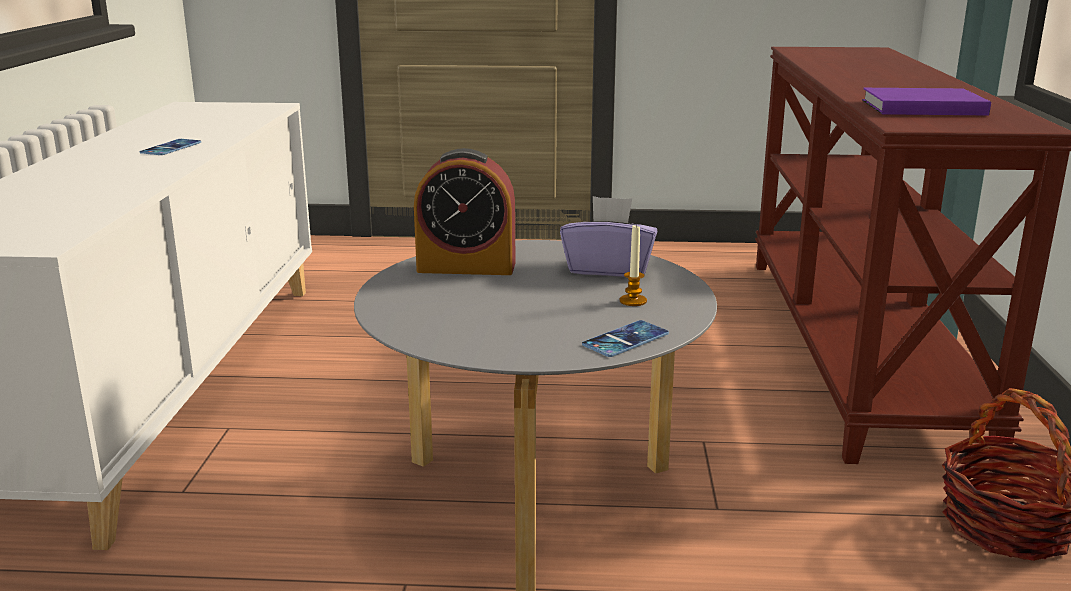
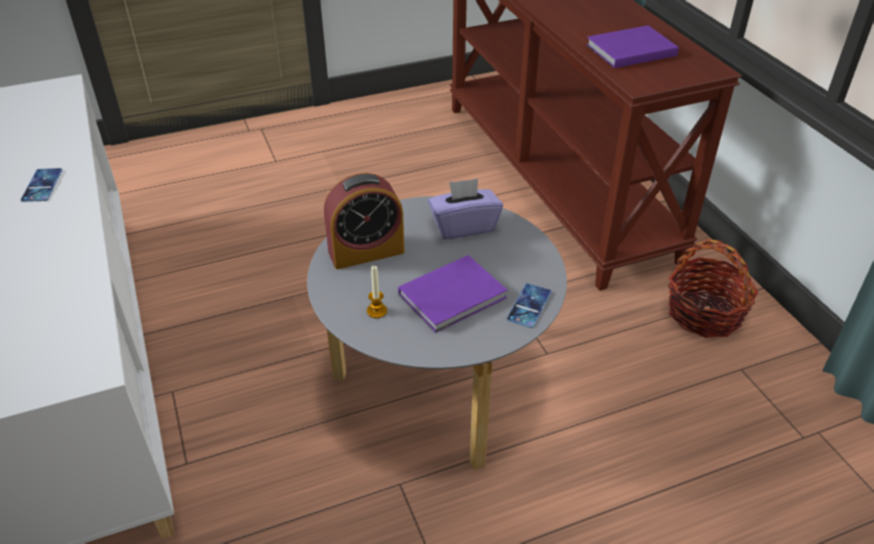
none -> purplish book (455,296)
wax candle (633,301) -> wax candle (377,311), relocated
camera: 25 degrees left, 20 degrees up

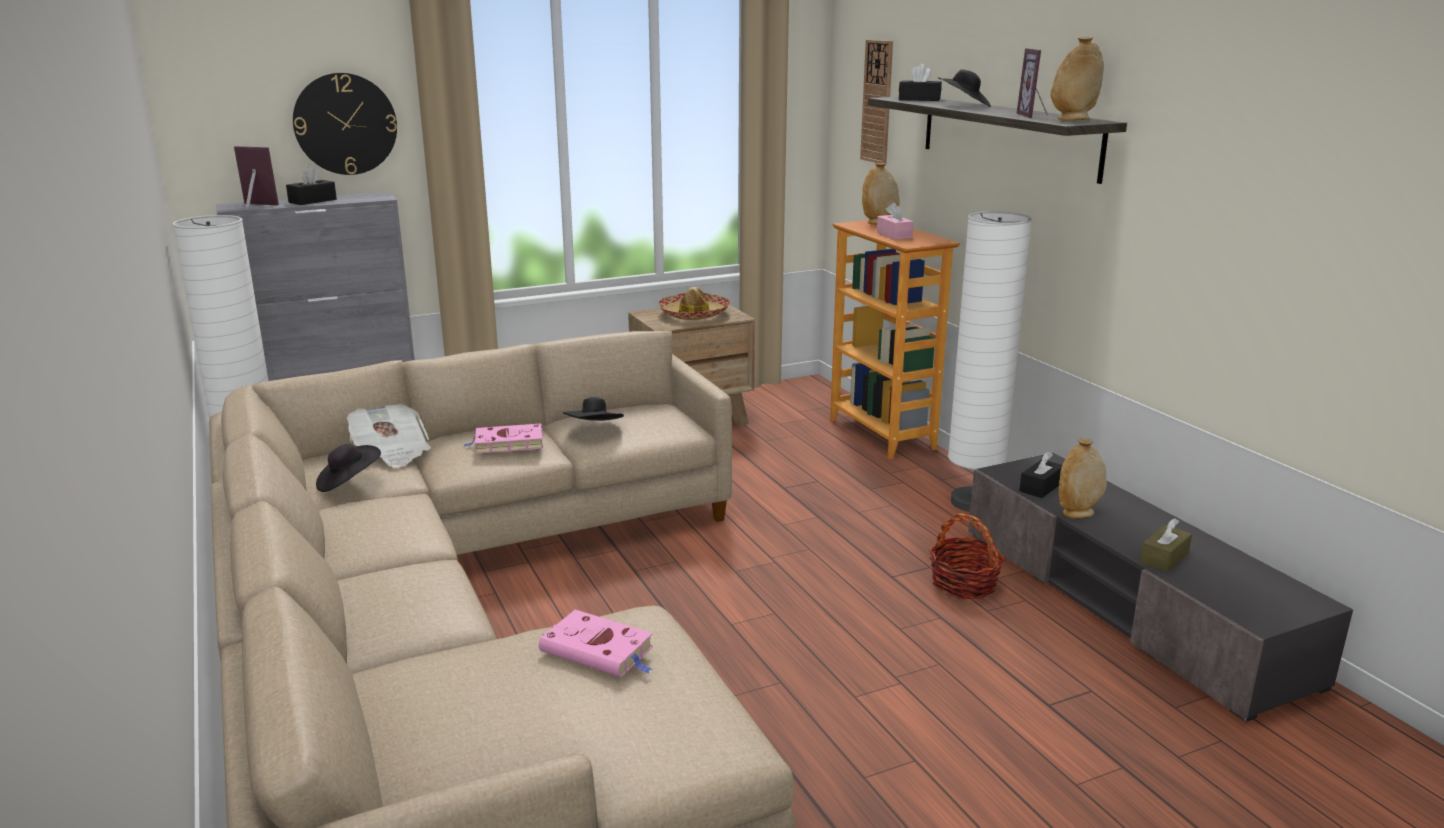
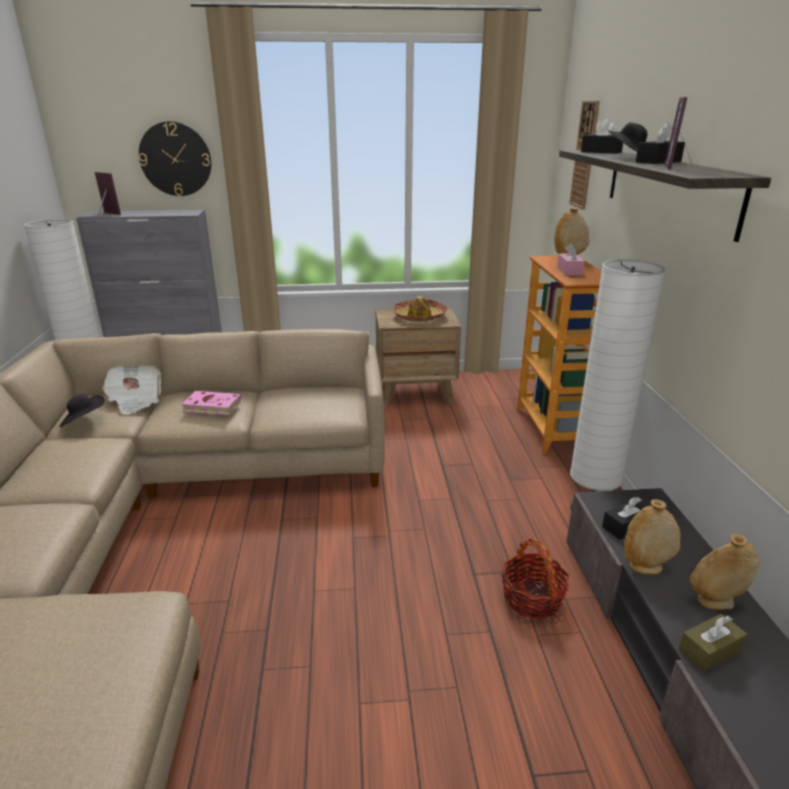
pinkish book (600,650) -> none
black wearable hat (594,430) -> none
black tissue holder (312,201) -> black tissue holder (658,162), relocated
beige decorative vase (1073,119) -> beige decorative vase (715,601), relocated
camera: 20 degrees right, 5 degrees up

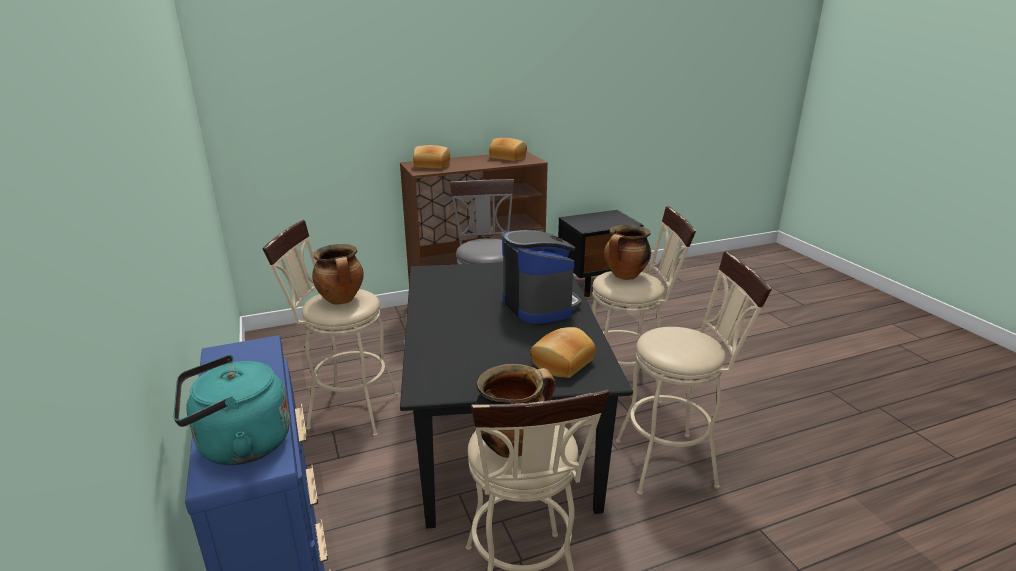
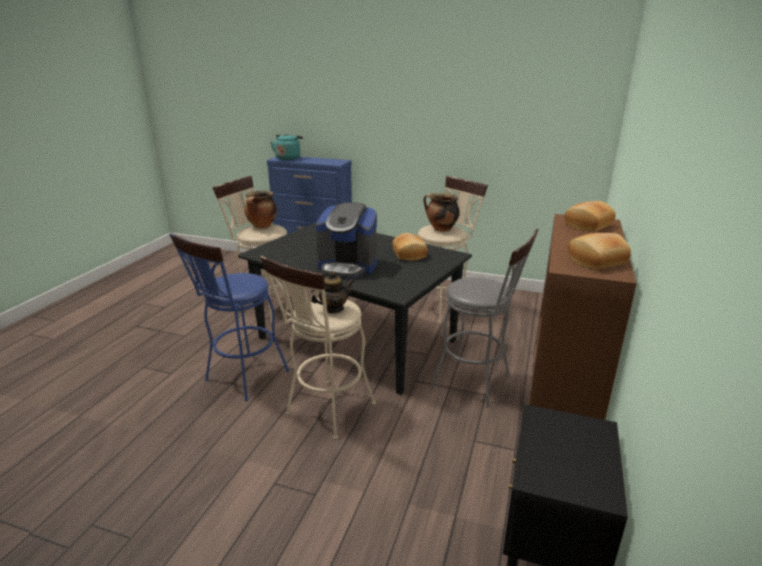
bakery bread (561,362) -> bakery bread (410,254), relocated
stockpot (625,276) -> tea pot (333,309)
beige stool seat (673,462) -> blue stool seat (242,379)
camera: 130 degrees right, 0 degrees up

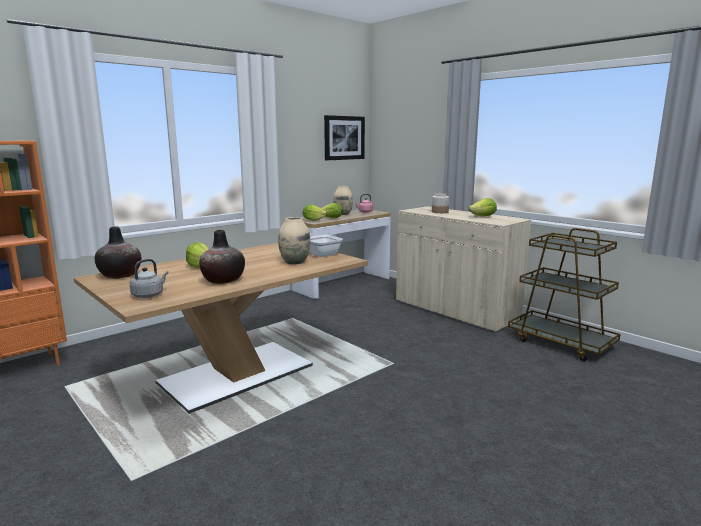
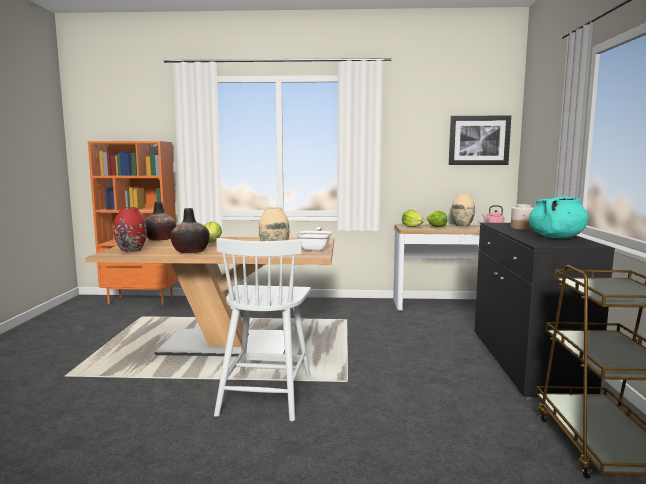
none -> white-coloured chair (266,393)
gray tea kettle (149,295) -> reddish decorative vase (131,250)
head of lettuce (483,216) -> blue-green stockpot (556,237)
beige storage cabinet (455,311) -> black storage cabinet (526,362)
camera: 45 degrees right, 5 degrees down

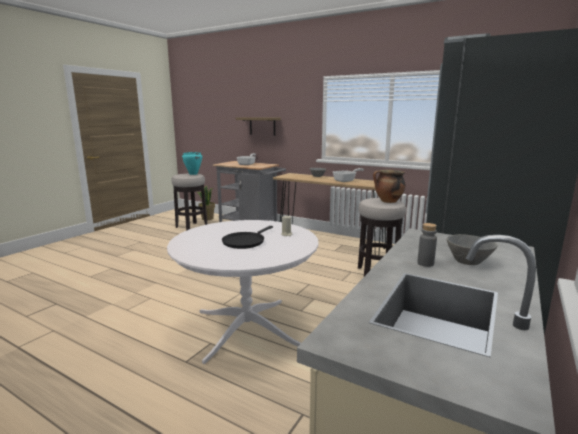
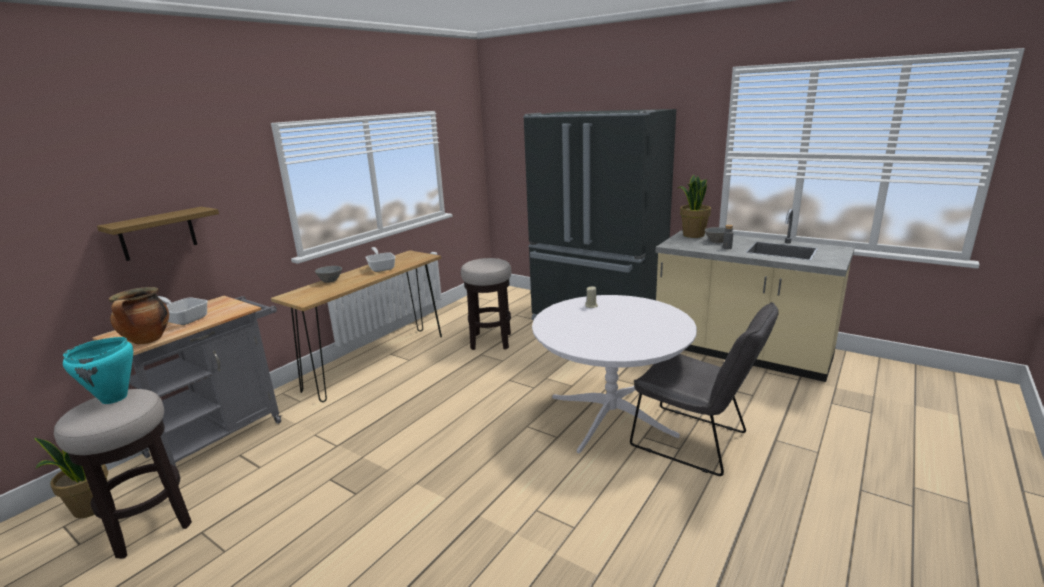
black frying pan (245,242) -> none
none -> gray chair (696,442)
none -> plant in a pot (693,235)
stockpot (388,201) -> stockpot (147,340), relocated
camera: 85 degrees left, 5 degrees up

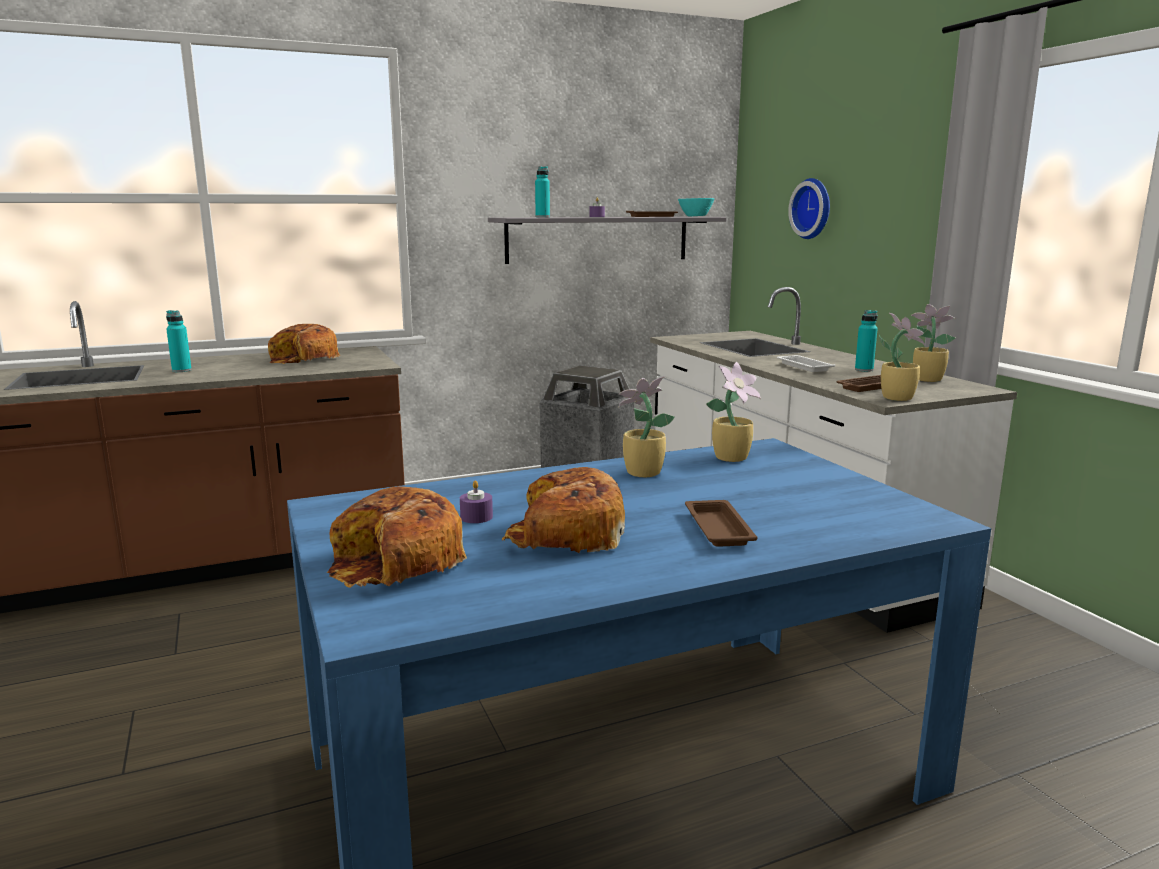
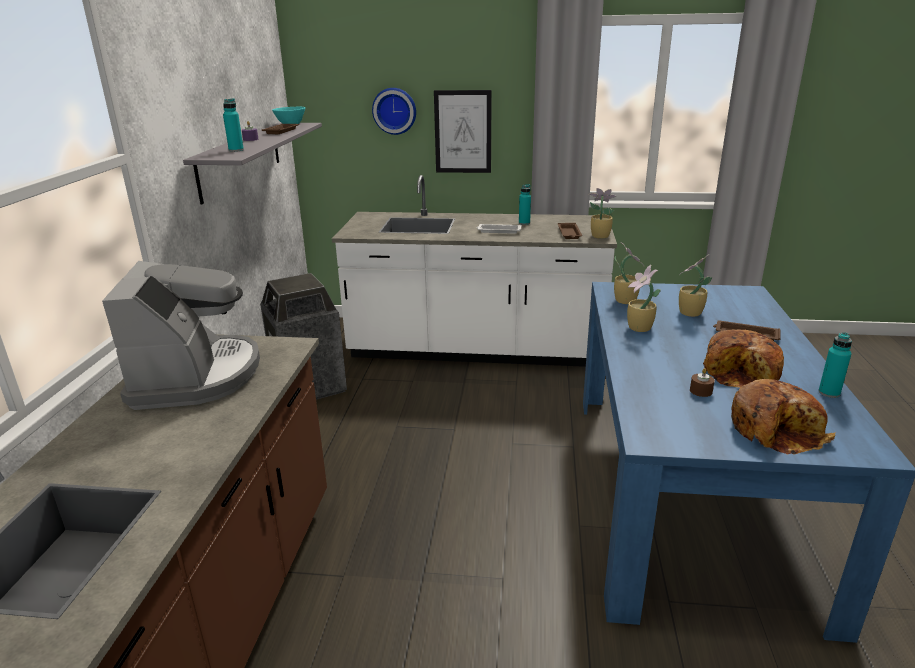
none -> wall art (463,132)
blue-green beverage bottle (181,370) -> blue-green beverage bottle (829,393), relocated
plant in a pot (926,379) -> plant in a pot (689,313), relocated
bakery bread (304,359) -> coffee brewer (196,376)
purplish wax candle (476,517) -> brown-coloured wax candle (701,391)
camera: 60 degrees left, 10 degrees up

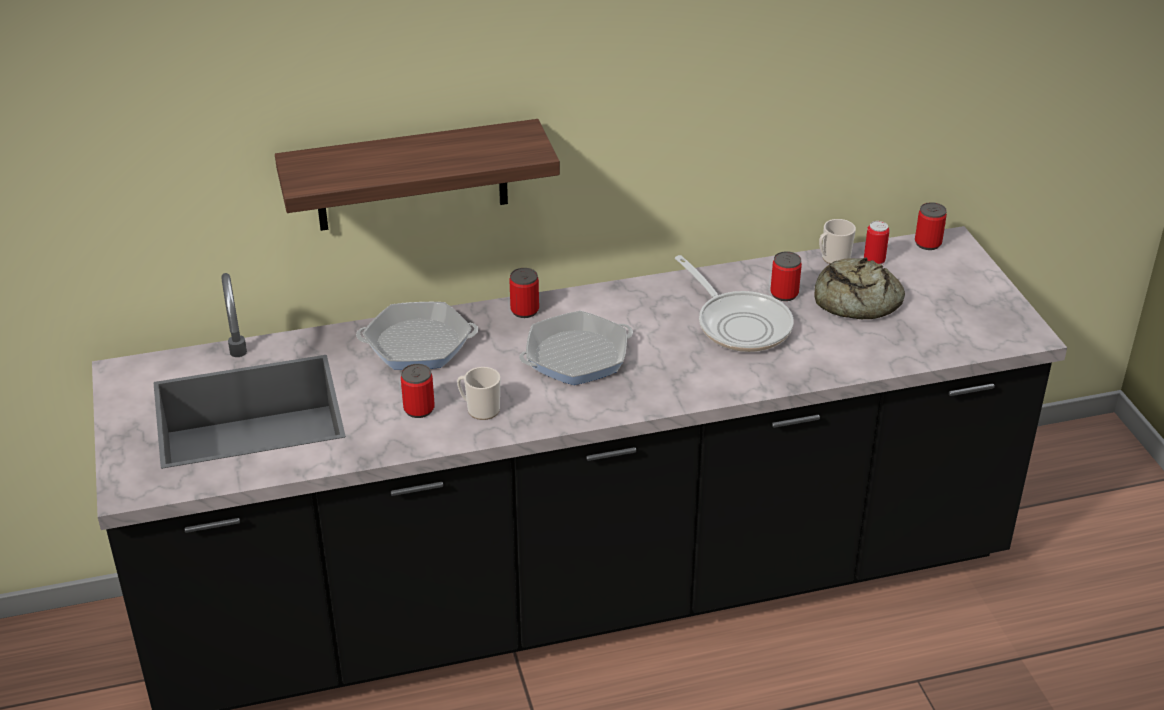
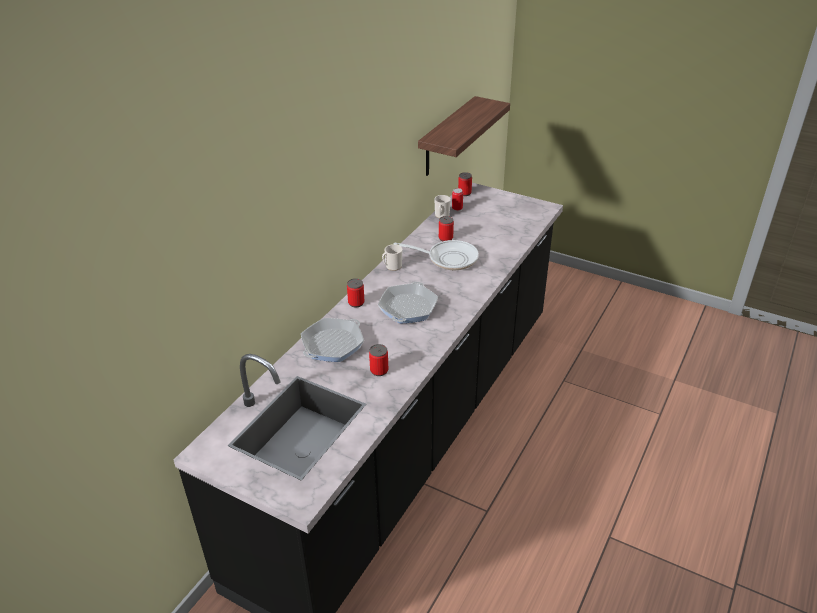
bakery bread (855,301) -> none
shelf (411,176) -> shelf (447,137), relocated
mug (479,409) -> mug (392,267), relocated
camera: 45 degrees left, 0 degrees up

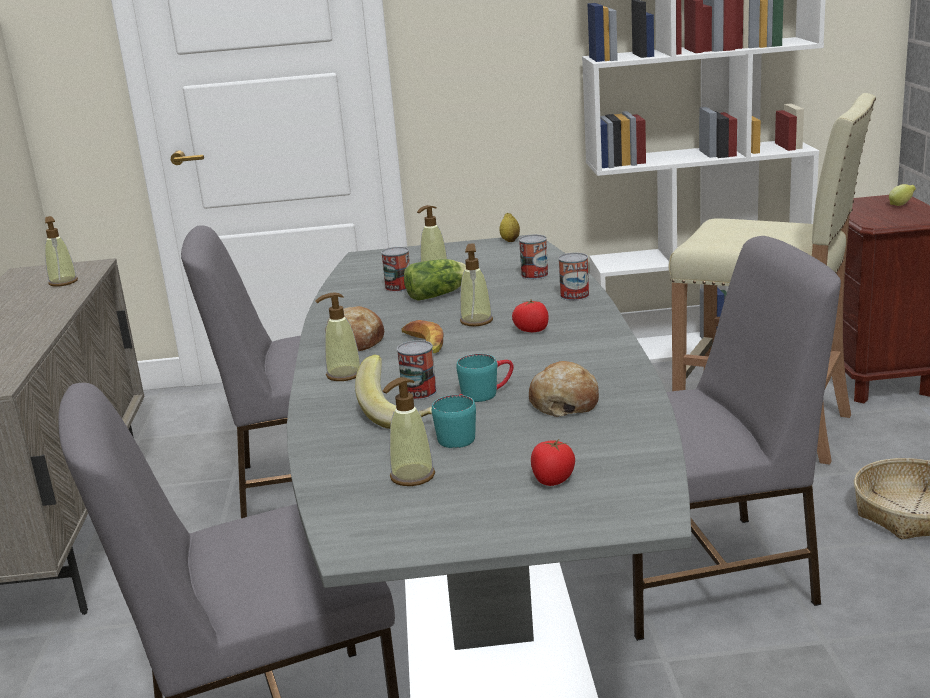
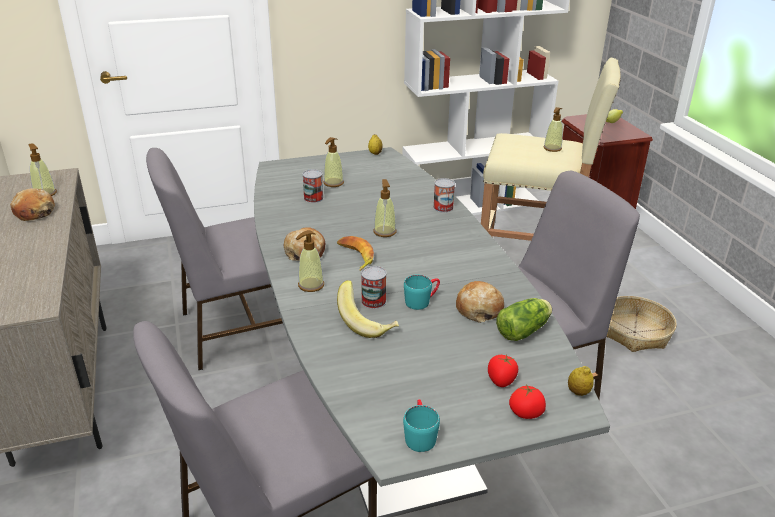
metal can (534,275) -> none
none -> bakery bread (34,212)
none -> lemon (578,392)
liquid soap bottle (412,476) -> liquid soap bottle (552,148), relocated
head of lettuce (439,294) -> head of lettuce (525,330), relocated
blue-green mug (457,435) -> blue-green mug (419,435), relocated
fresh tomato (532,330) -> fresh tomato (526,413), relocated
camera: 15 degrees left, 10 degrees up

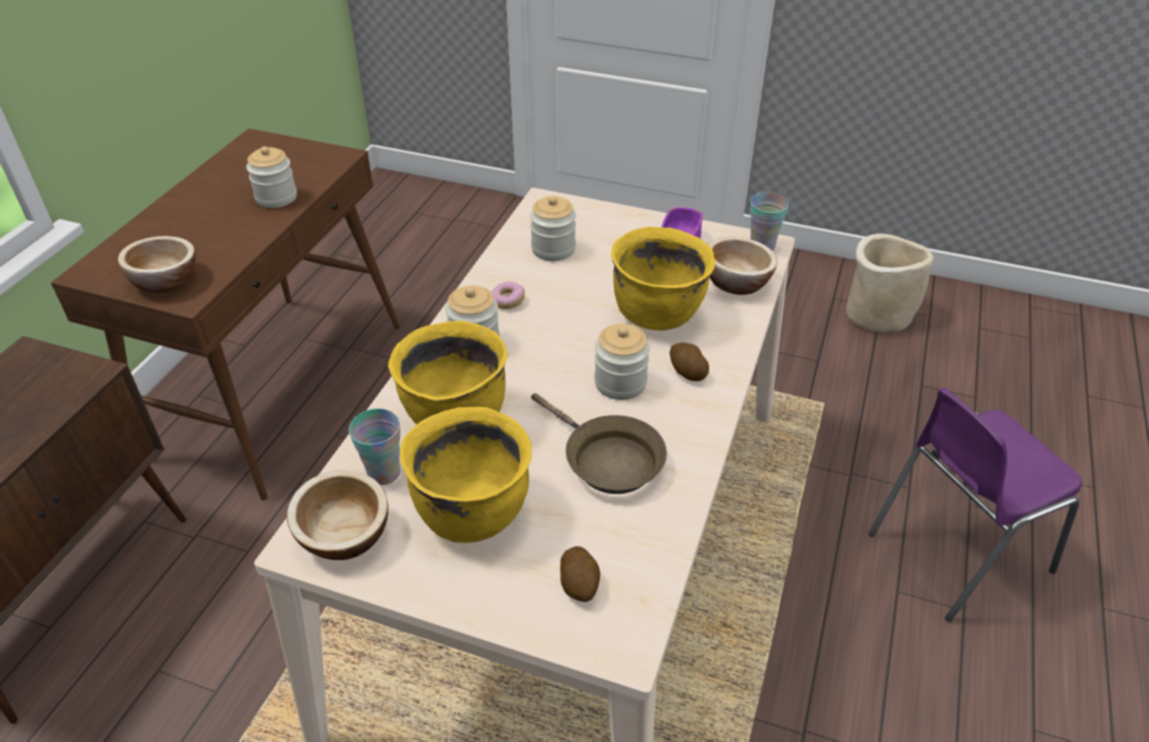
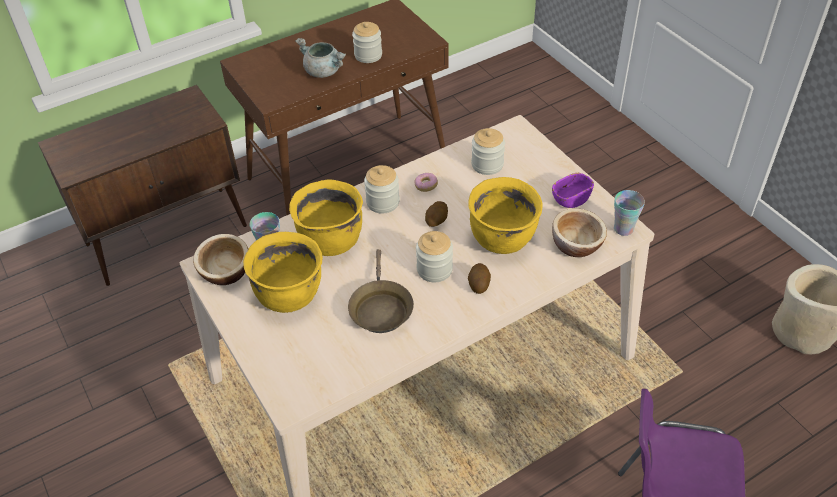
deep dish (165,280) -> none
none -> gray stockpot (324,71)
spud (580,584) -> spud (436,221), relocated
camera: 40 degrees right, 5 degrees up

